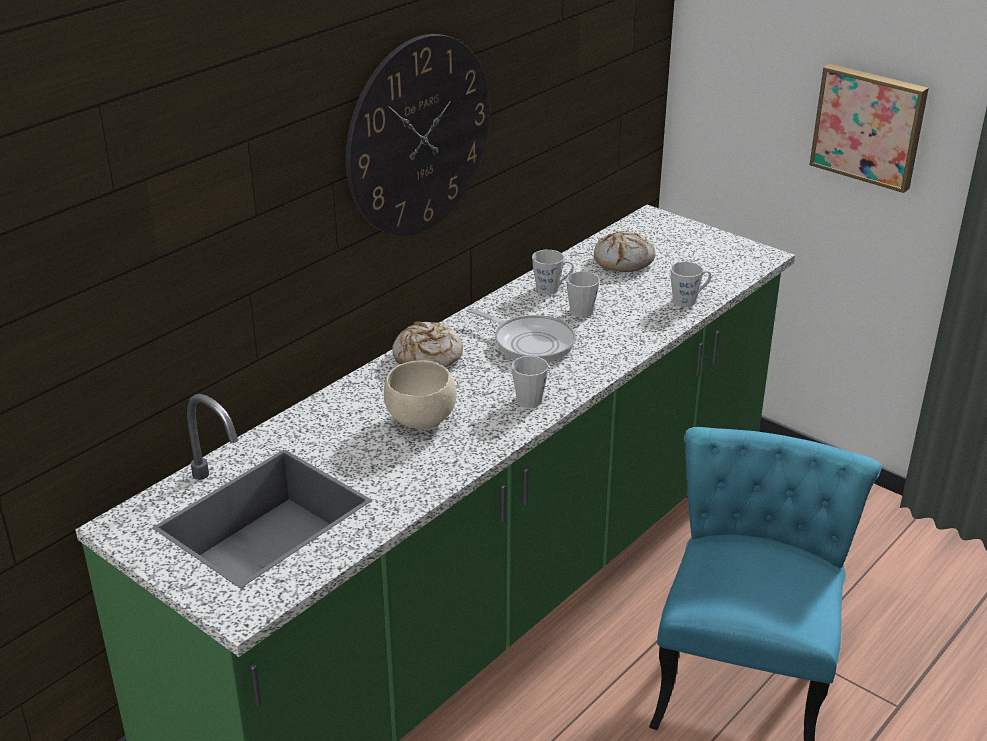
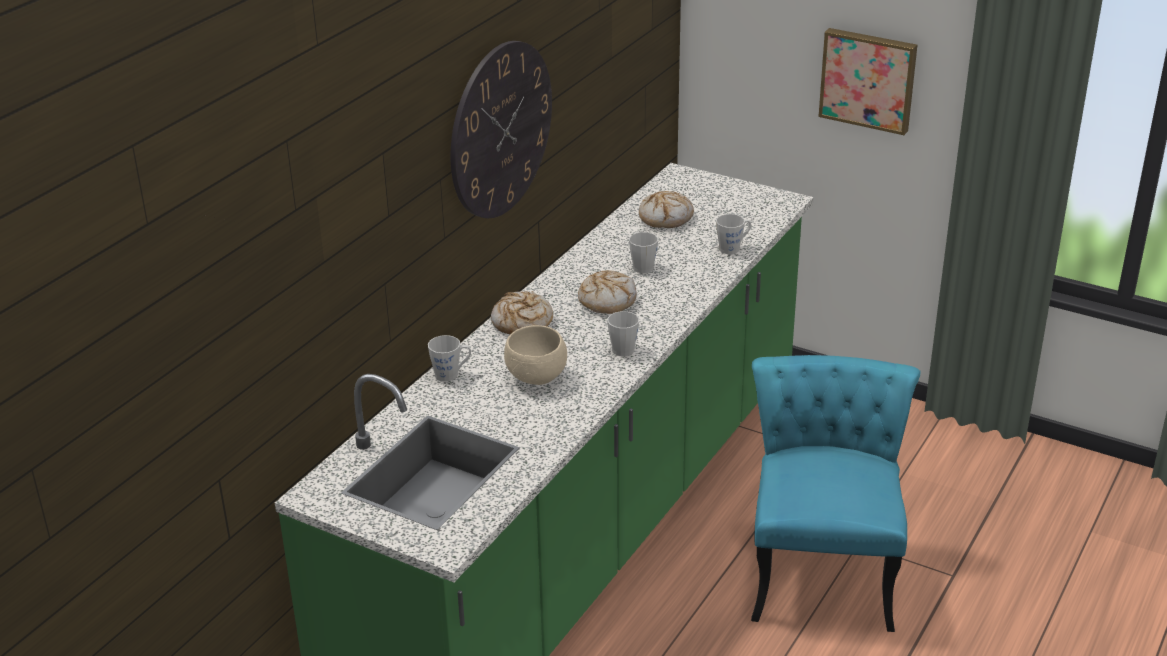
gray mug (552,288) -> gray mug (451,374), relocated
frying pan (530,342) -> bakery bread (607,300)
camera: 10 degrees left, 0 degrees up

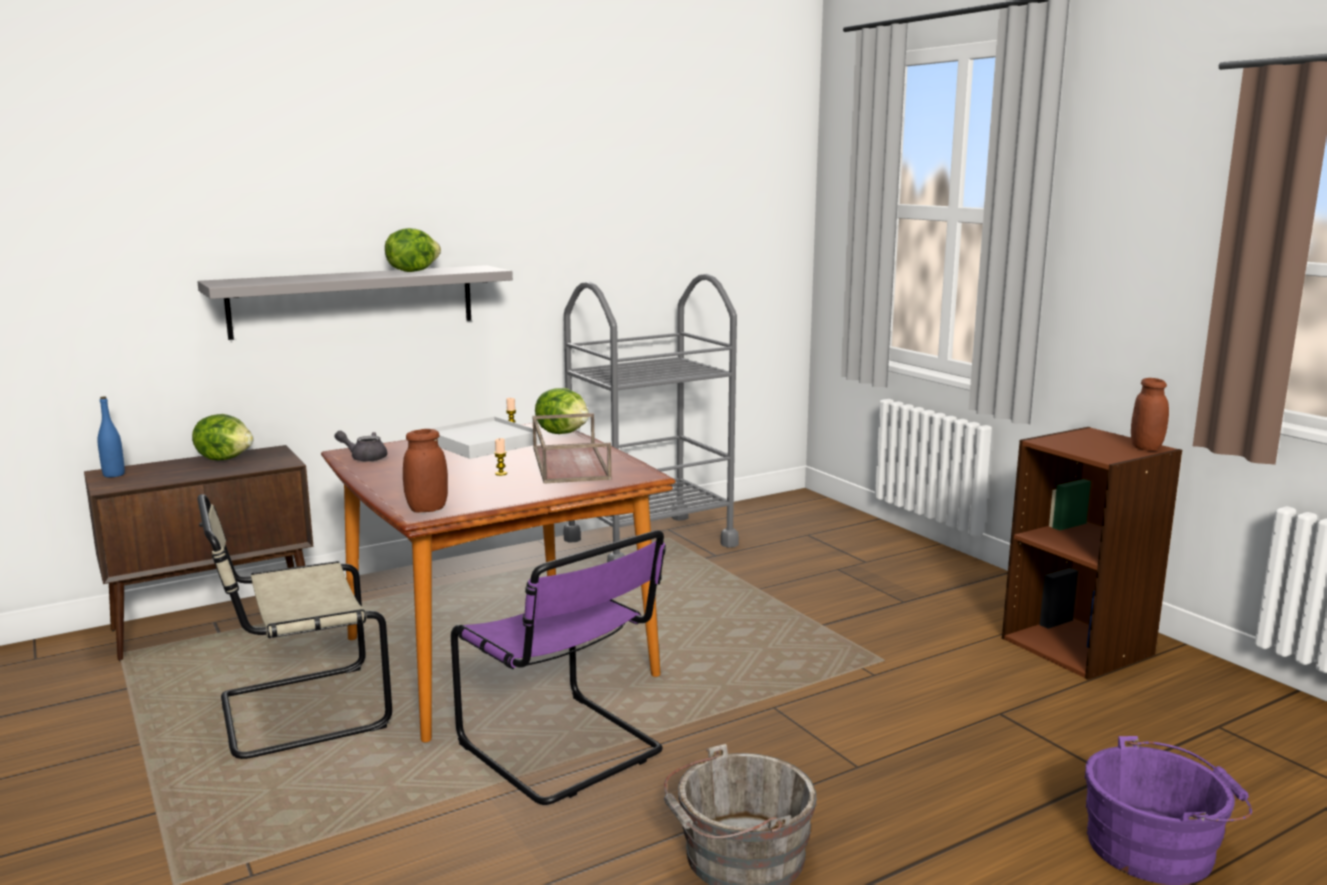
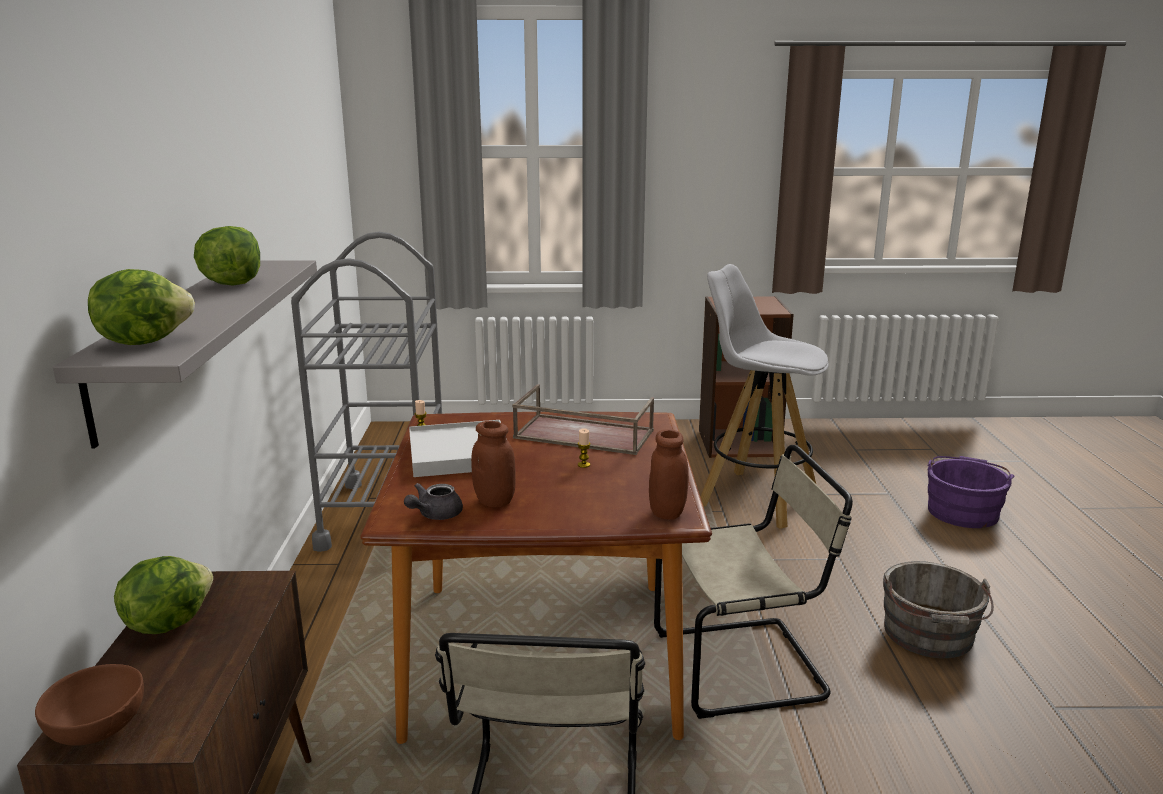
none -> white-coloured stool seat (756,498)
head of lettuce (563,433) -> head of lettuce (144,341), relocated
brown-coloured preserve jar (1146,447) -> brown-coloured preserve jar (494,501), relocated
blue beverage bottle (114,475) -> brown-coloured deep dish (99,731)
purplish chair (565,750) -> beige chair (745,666)
camera: 60 degrees left, 5 degrees up

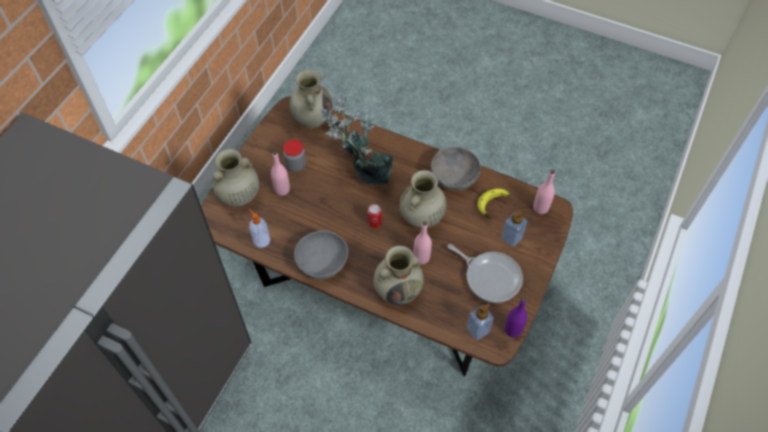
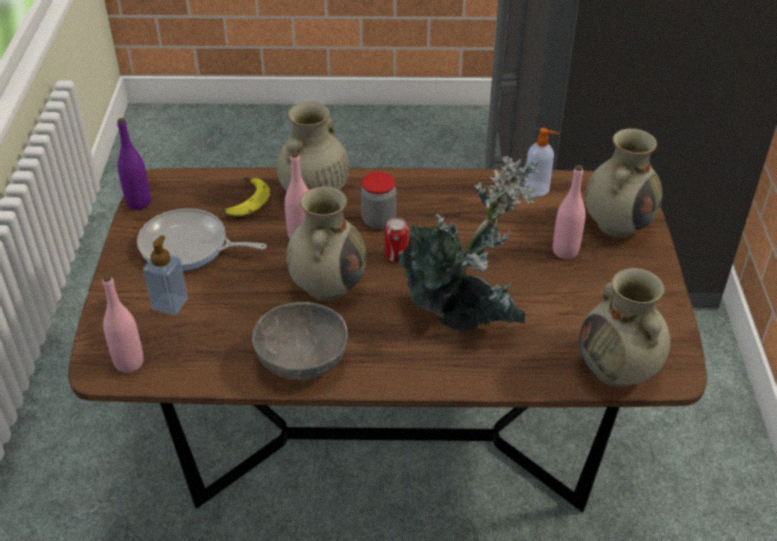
gray deep dish (322,263) -> none
liquid soap bottle (477,330) -> none
preserve jar (296,165) -> preserve jar (378,220), relocated
banana fruit (494,205) -> banana fruit (244,202), relocated
camera: 155 degrees right, 15 degrees down

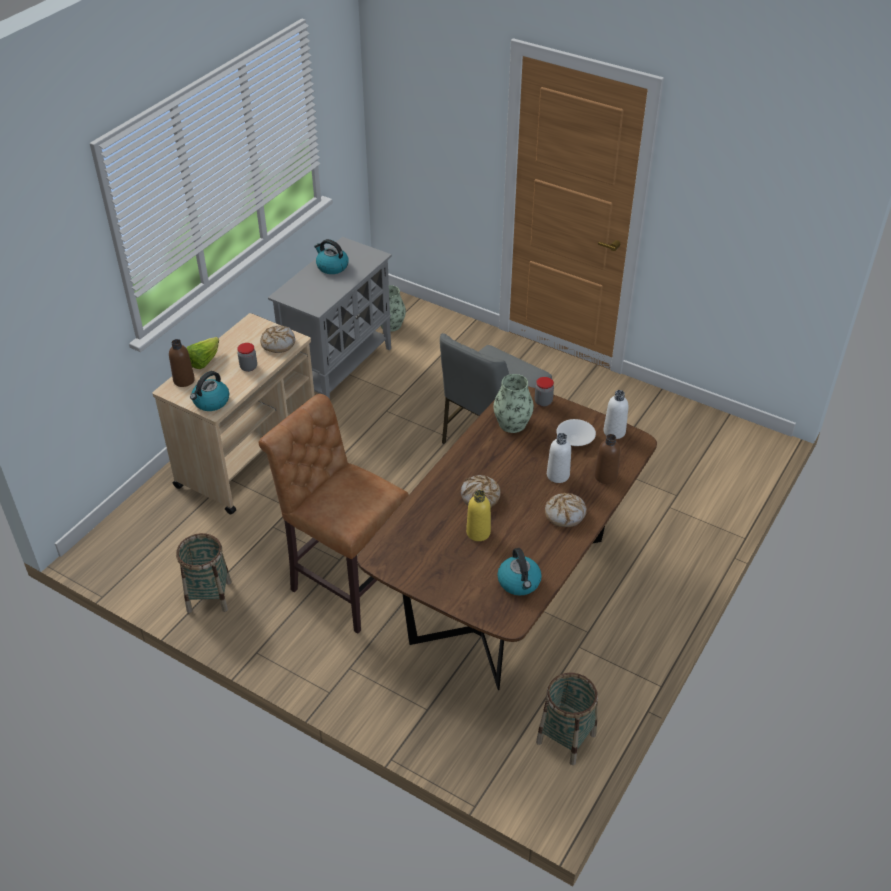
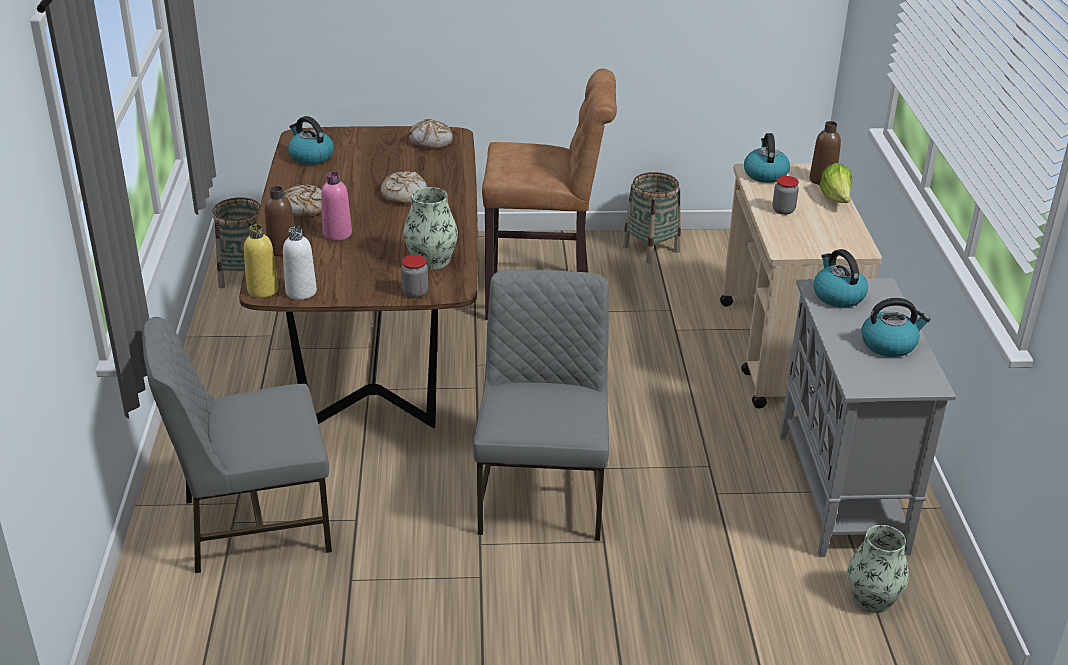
white-coloured deep dish (575,438) -> none
none -> gray chair (253,523)
none -> tea kettle (837,296)
bakery bread (278,343) -> bakery bread (431,141), relocated
yellow-coloured beverage bottle (478,532) -> yellow-coloured beverage bottle (263,290), relocated
white-coloured beverage bottle (558,475) -> pinkish beverage bottle (337,234)
camera: 145 degrees right, 10 degrees down

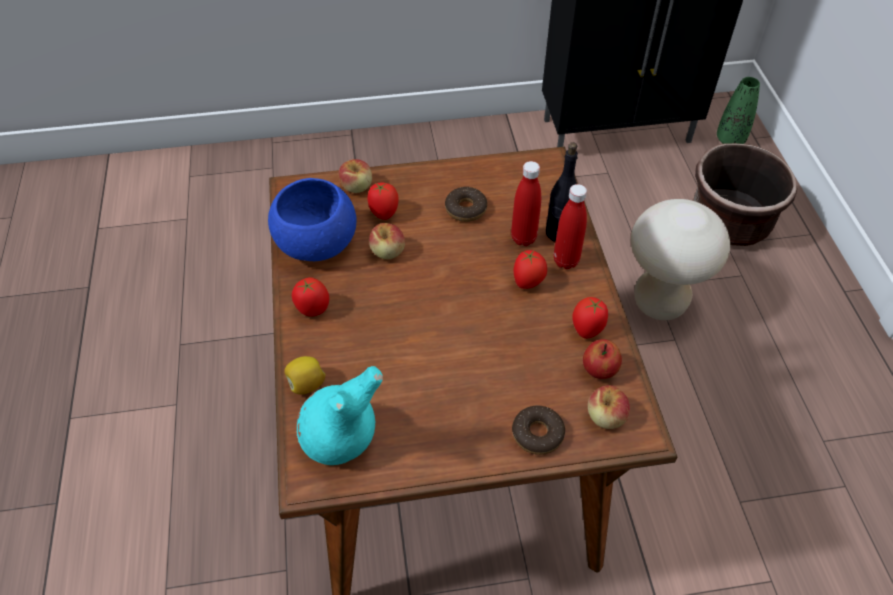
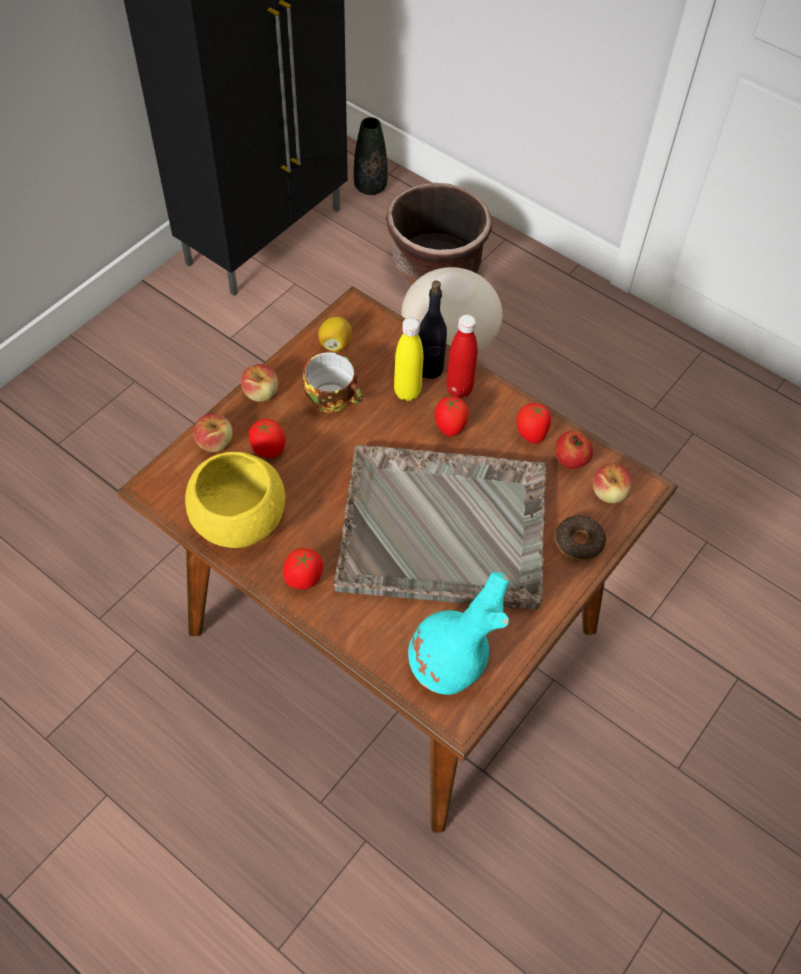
none -> gray serving tray (445,529)
lemon (306,384) -> lemon (335,344), relocated
apple (388,251) -> apple (261,393), relocated
donut (465,209) -> small cup (334,398)
blue deep dish (316,242) -> yellow-coloured deep dish (238,519)
reddish beverage bottle (523,238) -> yellow-coloured beverage bottle (407,392)
green-coloured decorative vase (730,140) -> black decorative vase (370,187)
camera: 45 degrees left, 5 degrees up

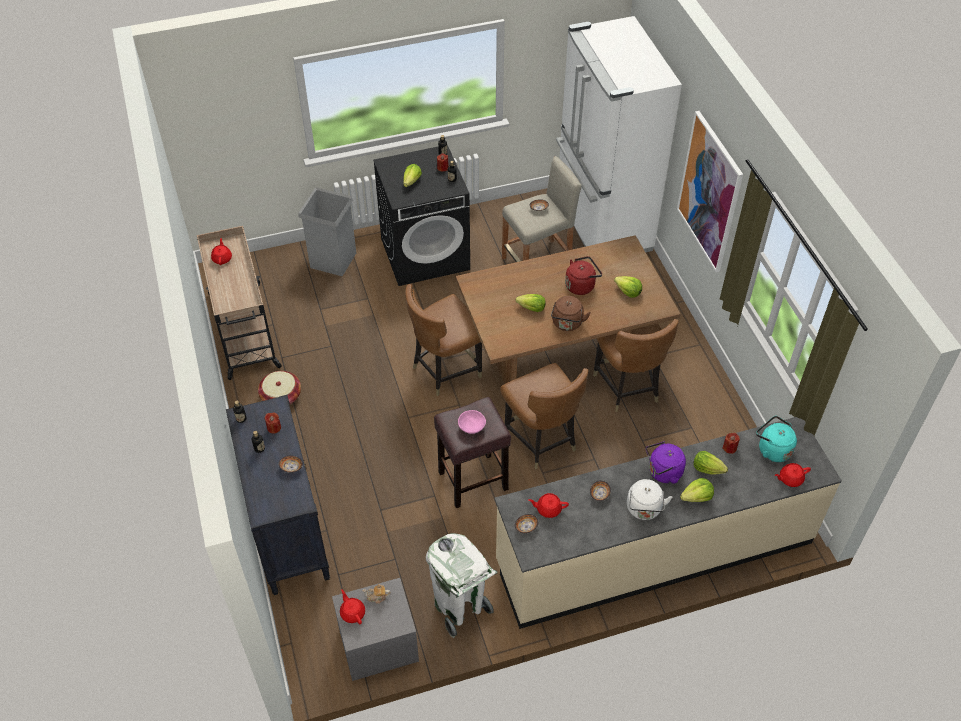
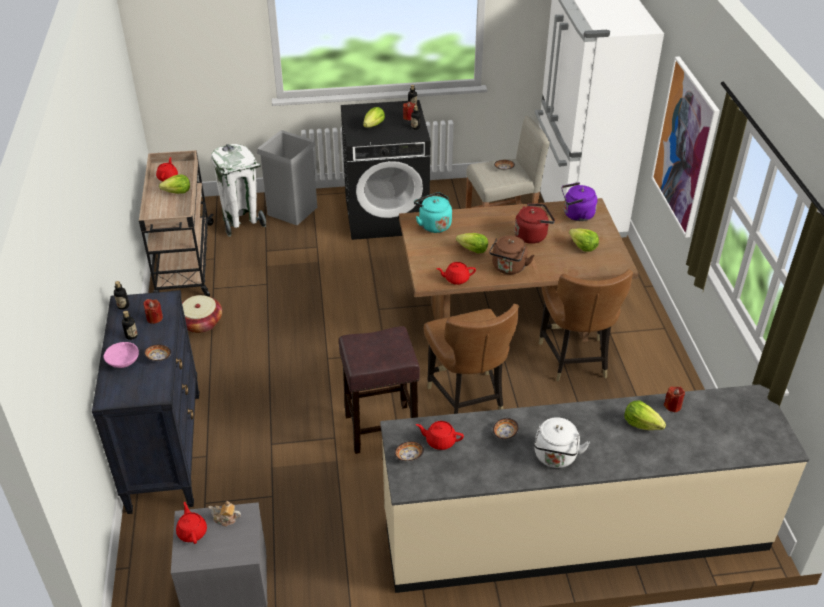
brown-coloured chair (446,370) -> none
white-coloured rubbish bin (459,607) -> white-coloured rubbish bin (242,221), relocated
pinkish deep dish (471,427) -> pinkish deep dish (123,362), relocated
purplish tea kettle (663,472) -> purplish tea kettle (576,215), relocated
head of lettuce (697,497) -> head of lettuce (177,192), relocated
blue-green tea kettle (772,449) -> blue-green tea kettle (433,225), relocated
reddish tea pot (790,479) -> reddish tea pot (456,279), relocated
camera: 10 degrees right, 10 degrees down

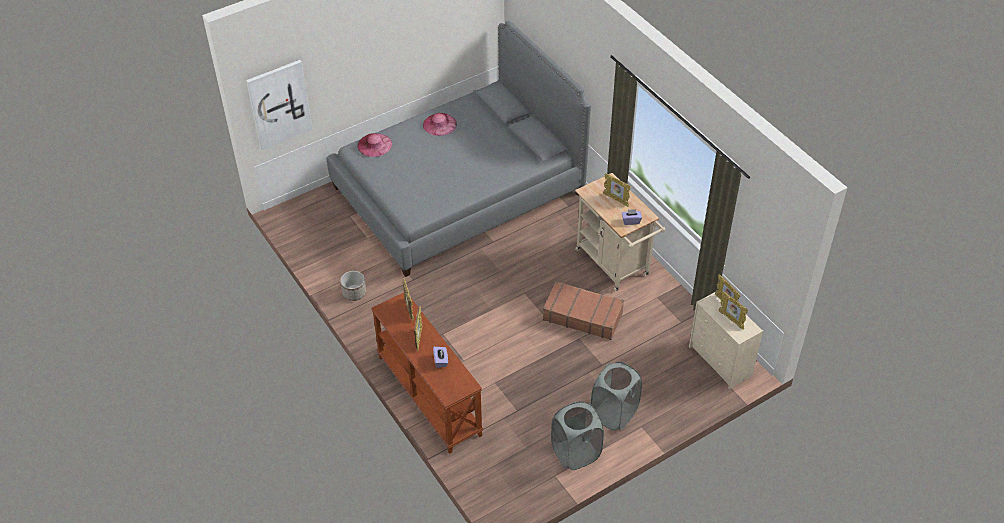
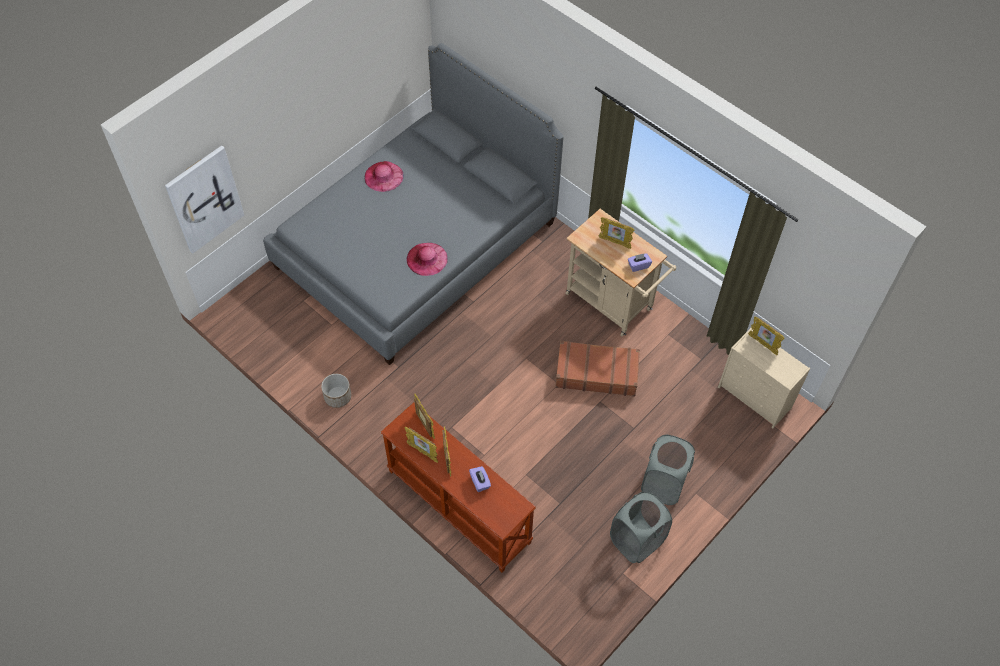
pinkish wearable hat (374,145) -> pinkish wearable hat (427,259), relocated
picture frame (731,320) -> picture frame (422,452), relocated
camera: 15 degrees left, 10 degrees up

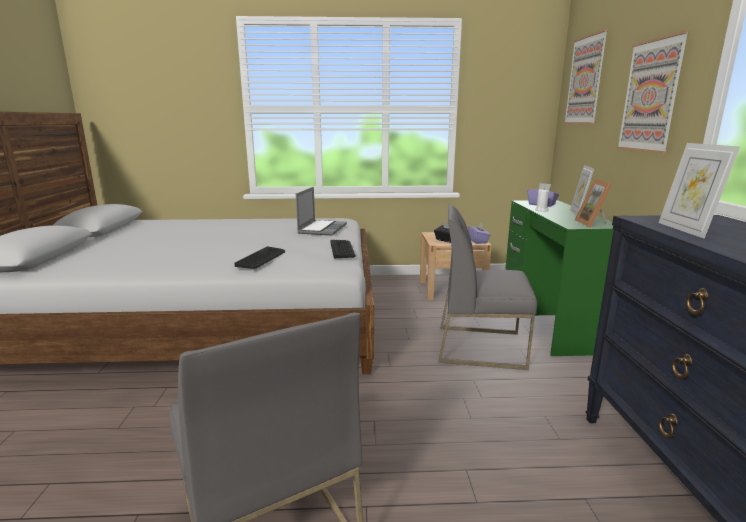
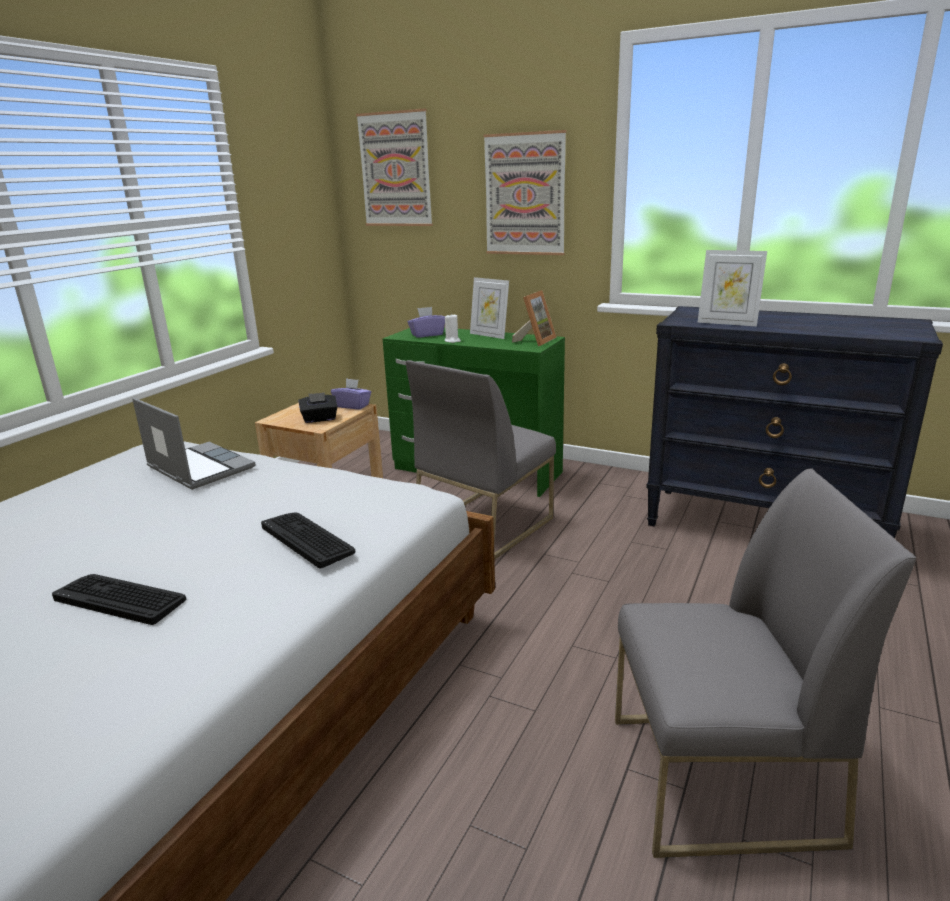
keyboard (342,249) -> keyboard (120,599), relocated
picture frame (594,224) -> picture frame (535,341), 90 degrees counterclockwise
camera: 60 degrees left, 5 degrees up

